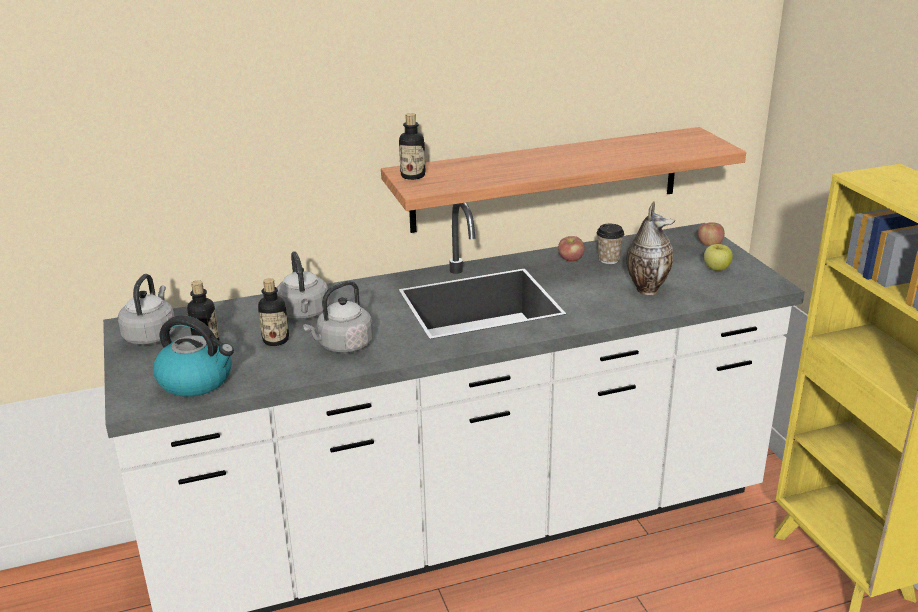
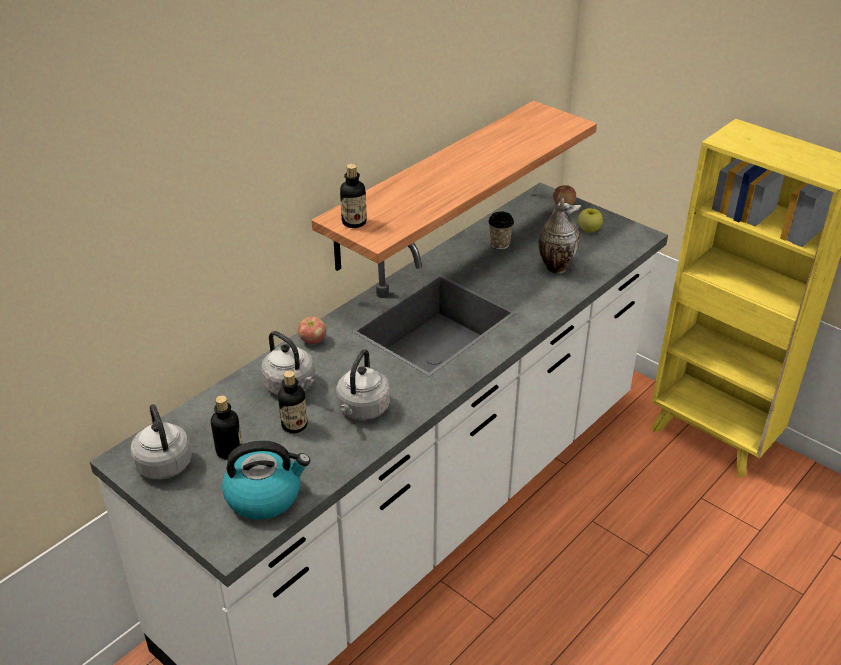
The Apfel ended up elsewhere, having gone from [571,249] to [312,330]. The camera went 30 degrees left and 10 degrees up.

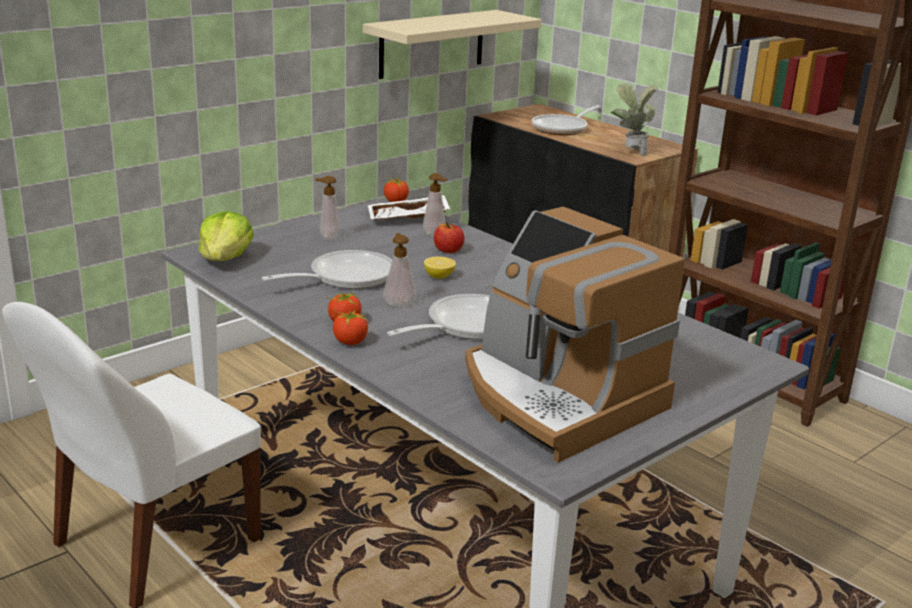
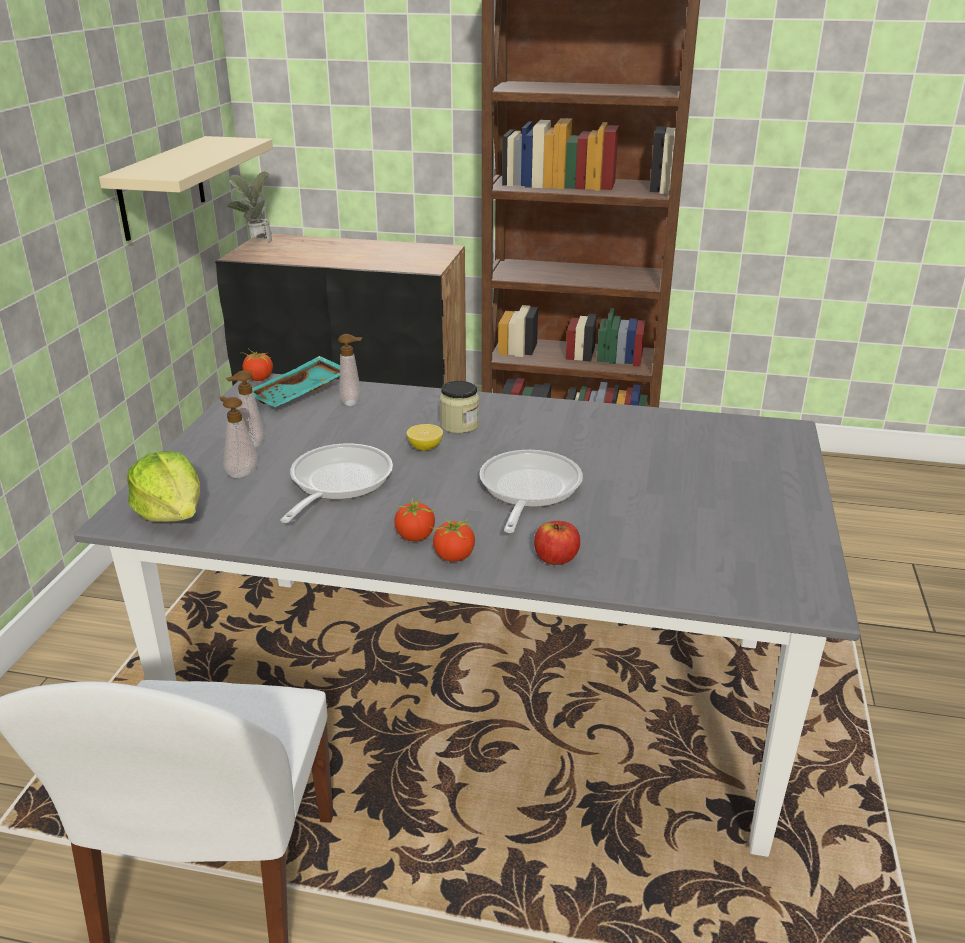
The Seifenspender ended up elsewhere, having gone from [399,270] to [239,437]. The Topfpflanze ended up elsewhere, having gone from [634,119] to [249,206]. What was the Tablett (weiß) at [409,207] turned into the Tablett (türkis) at [296,381]. The second view gained the Vorratsglas at [459,407]. The Apfel ended up elsewhere, having gone from [449,238] to [557,543]. The second view lost the Kaffeemaschine at [575,334]. The second view lost the Pfanne at [566,120]. The camera went 35 degrees left and 5 degrees up.

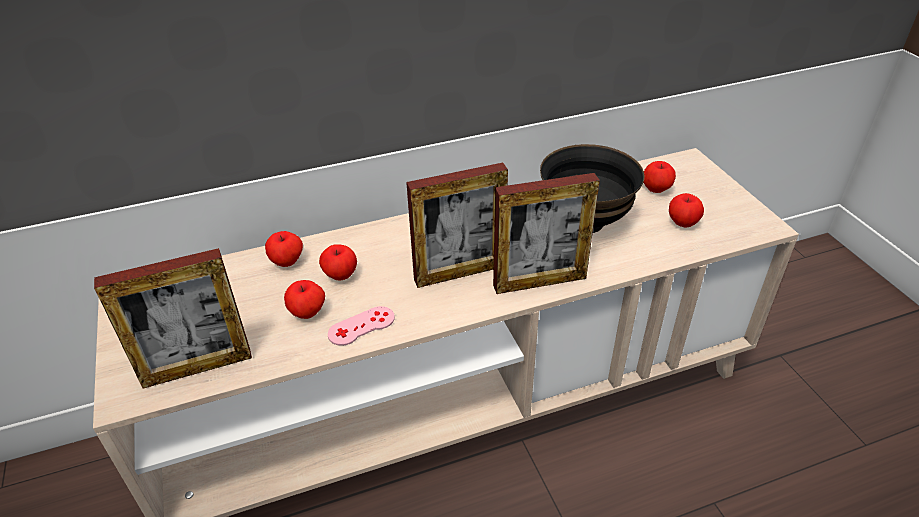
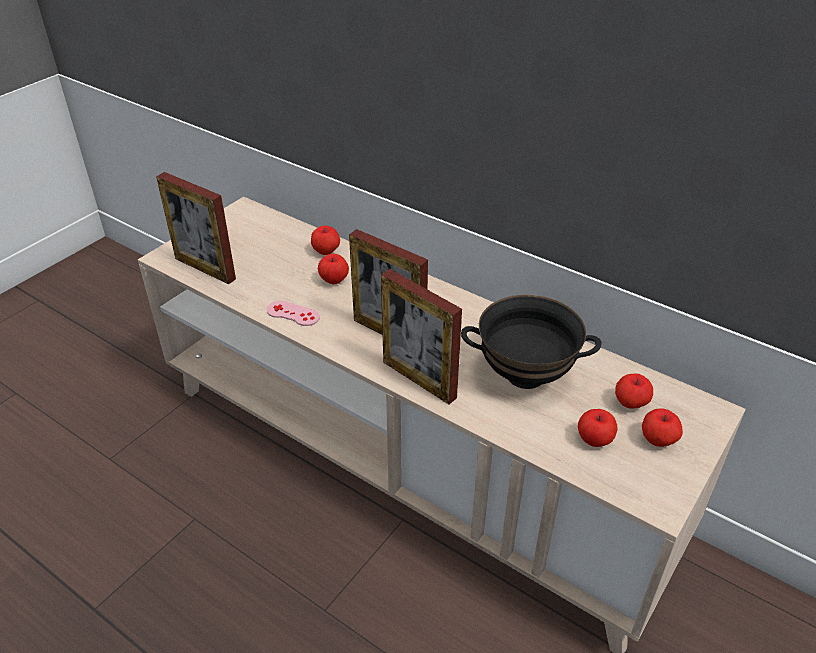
The Apfel ended up elsewhere, having gone from [304,299] to [662,427]. The camera went 55 degrees right and 0 degrees up.

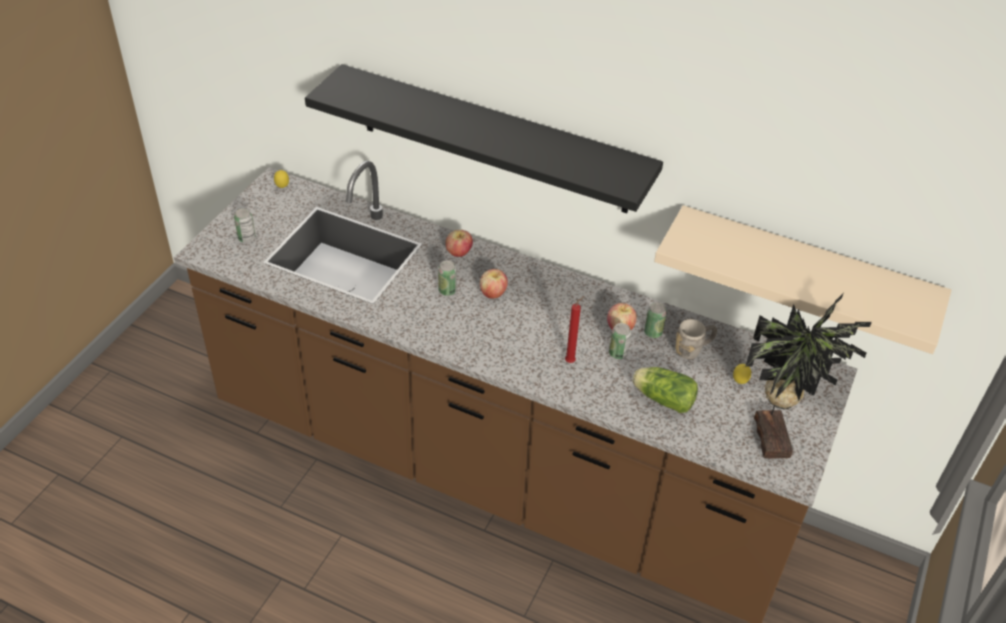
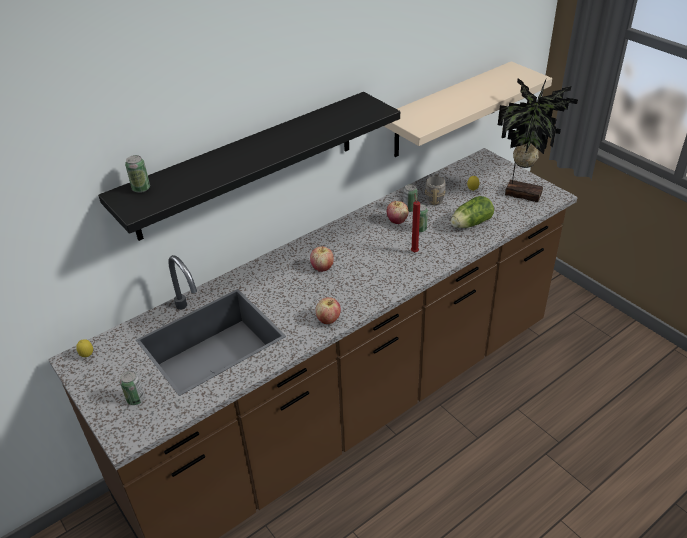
The Dose ended up elsewhere, having gone from [447,278] to [137,174]. The Apfel ended up elsewhere, having gone from [459,243] to [328,310]. The camera went 60 degrees left and 5 degrees down.

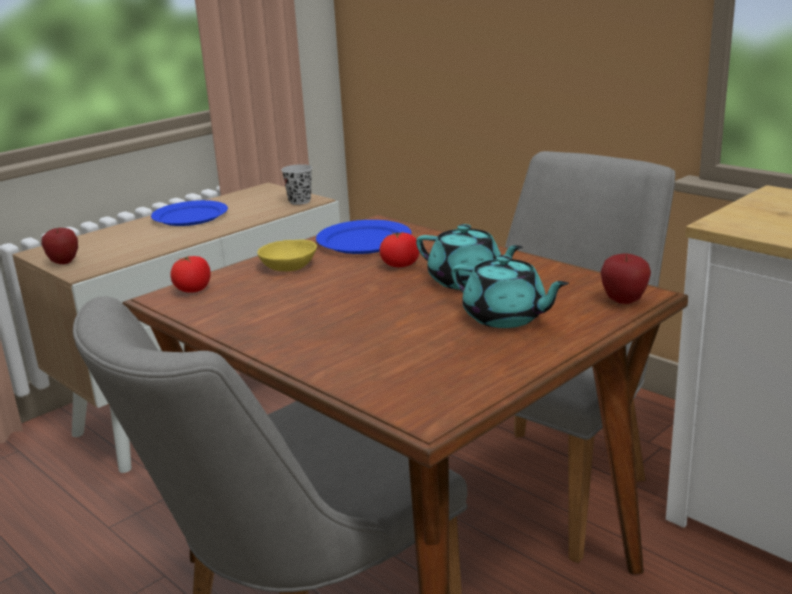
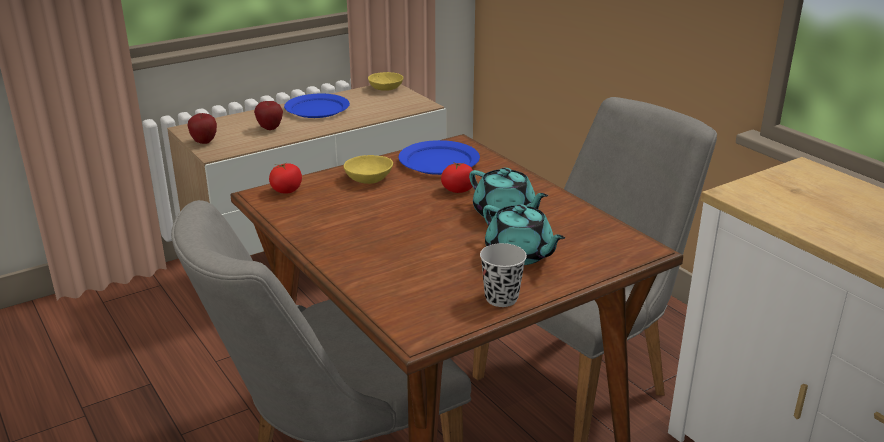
The Apfel ended up elsewhere, having gone from [625,278] to [268,115]. The second view gained the Schüssel (gelb) at [385,81]. The Tasse (schwarz) ended up elsewhere, having gone from [296,184] to [503,275]. The camera went 10 degrees right and 5 degrees up.

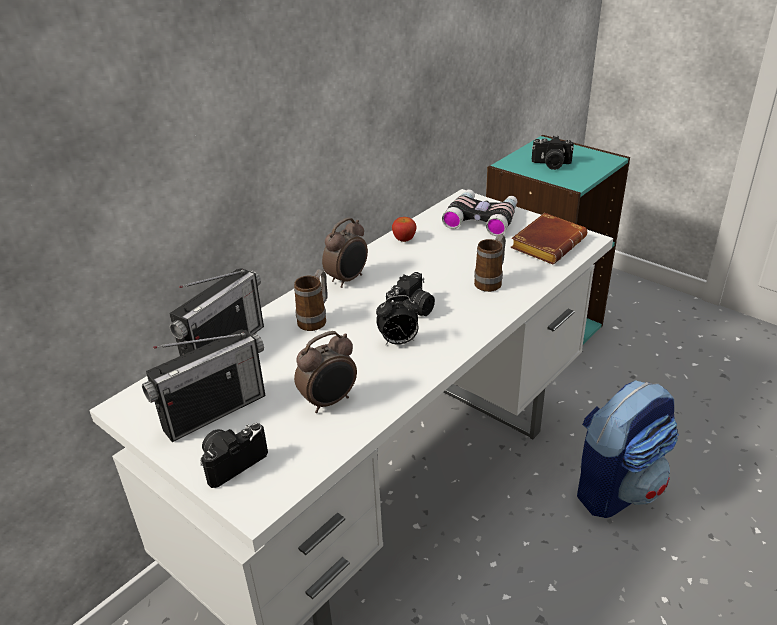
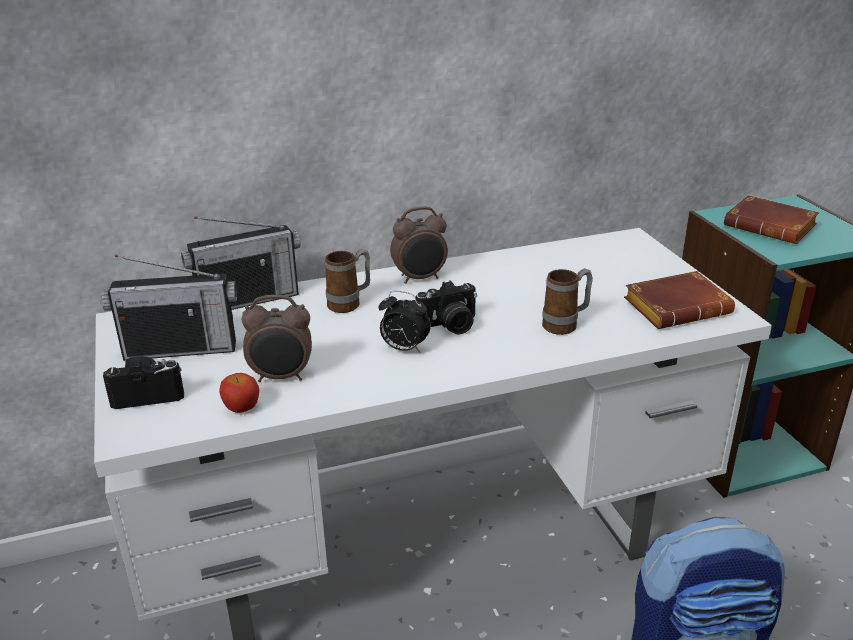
The Apfel ended up elsewhere, having gone from [404,229] to [239,393]. Where the Kamera stood at [553,153], the Buch (braun) came to stand at [771,219]. The second view lost the Fernglas at [479,212]. The camera went 30 degrees right and 5 degrees down.

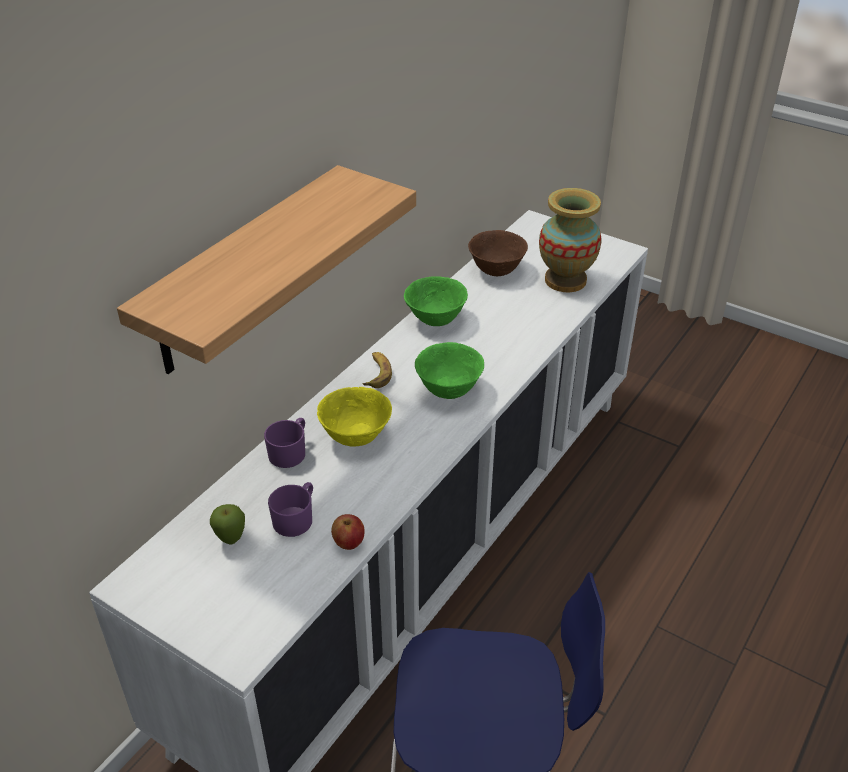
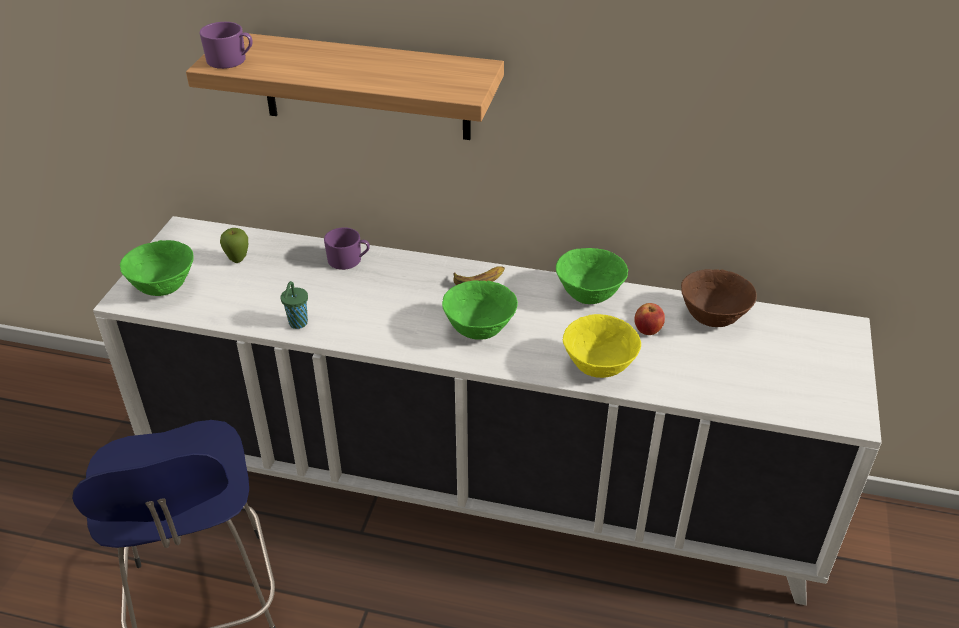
The second view gained the Schüssel (grün) at [157,268]. The Henkelbecher (lila) ended up elsewhere, having gone from [290,509] to [226,45]. The second view gained the Tasse (grün) at [294,305]. The Schüssel (gelb) ended up elsewhere, having gone from [354,417] to [602,346]. The Apfel ended up elsewhere, having gone from [348,532] to [649,319]. The second view lost the Vase at [570,240]. The camera went 70 degrees right and 0 degrees up.

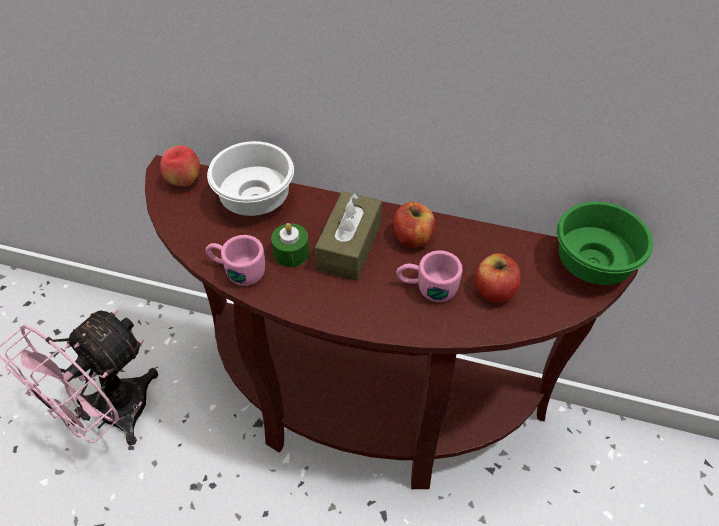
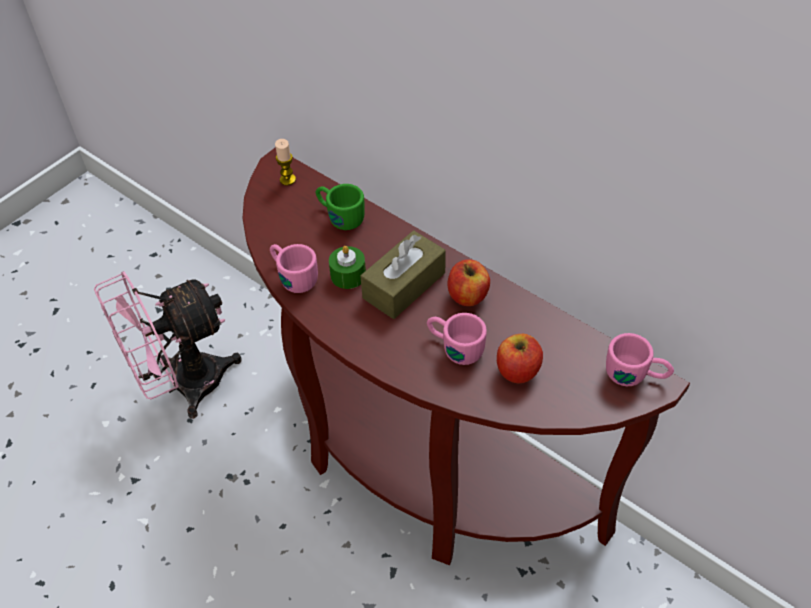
Where the Apfel stood at [180,165], the Kerze came to stand at [285,162]. Where the Schüssel (weiß) stood at [250,178], the Henkelbecher (grün) came to stand at [340,207]. Where the Schüssel (grün) stood at [605,243], the Henkelbecher (rosa) came to stand at [640,359]. The camera went 25 degrees right and 0 degrees up.

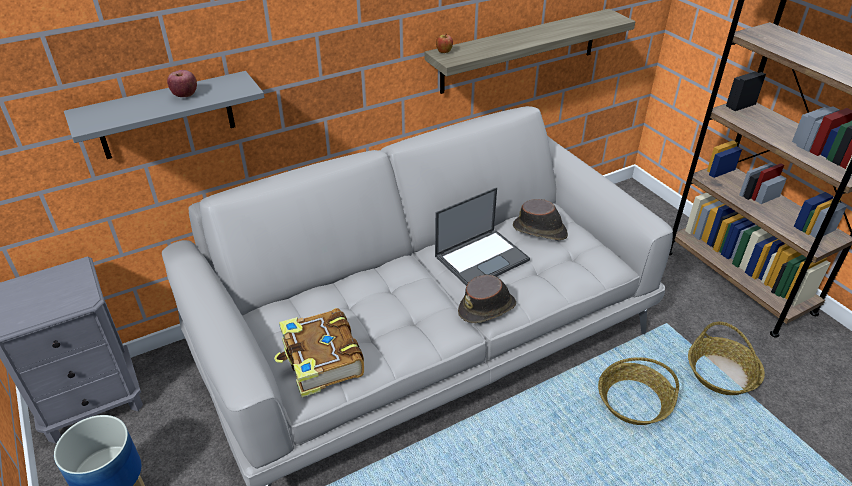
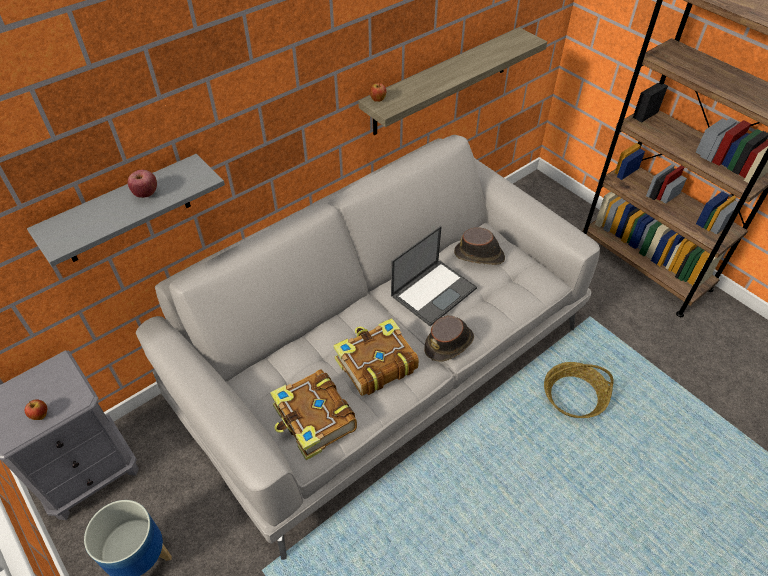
The second view gained the Apfel at [36,409]. The second view gained the Buch at [376,357]. The second view lost the Korb at [726,358]. The camera went 10 degrees left and 10 degrees up.

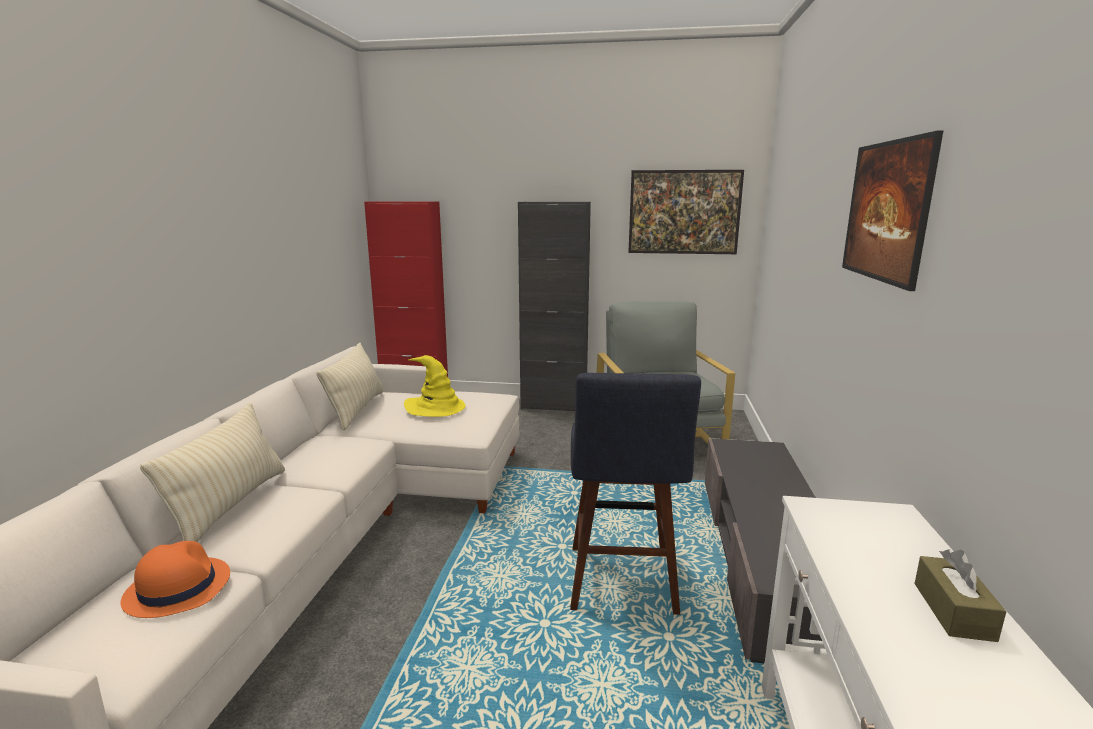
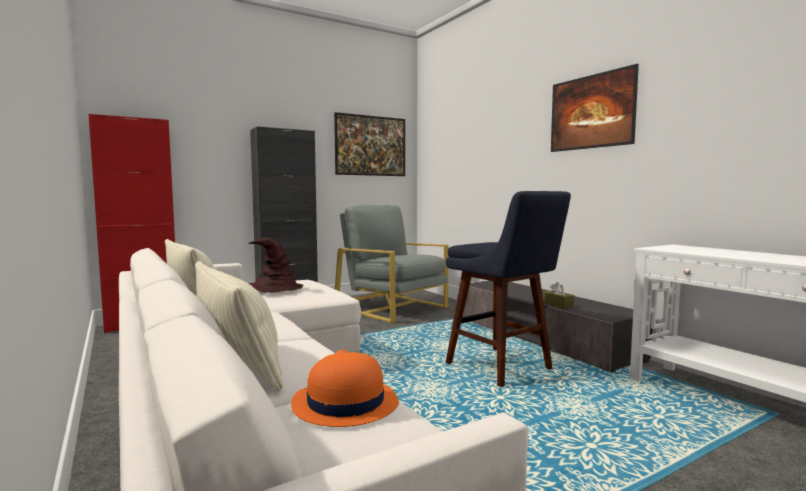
What was the Hut (gelb) at [435,386] turned into the Hut (braun) at [275,265]. The Taschentuchbox (braun) ended up elsewhere, having gone from [960,595] to [558,295]. The camera went 40 degrees left and 10 degrees down.

